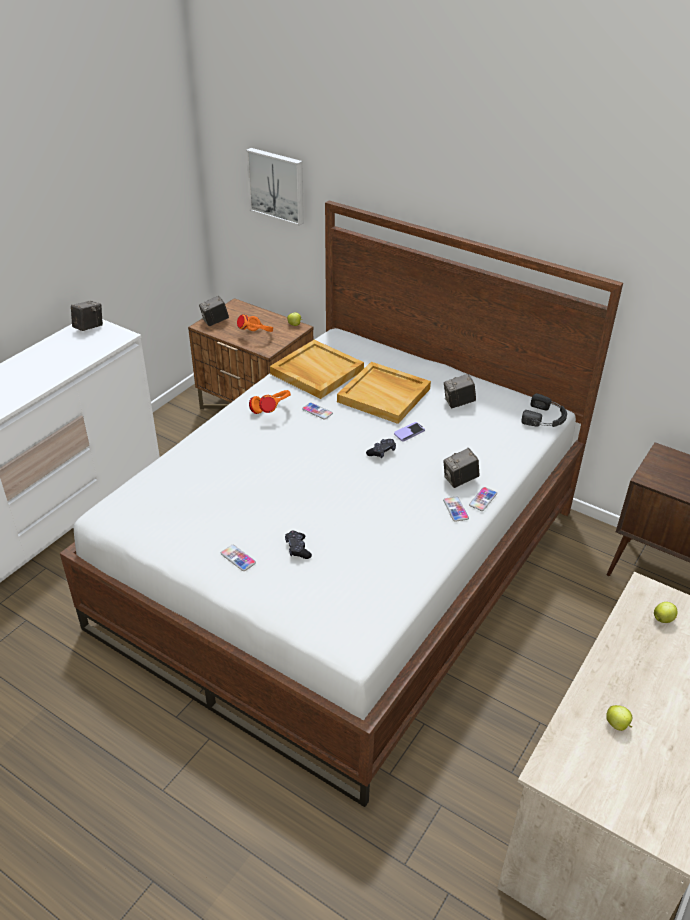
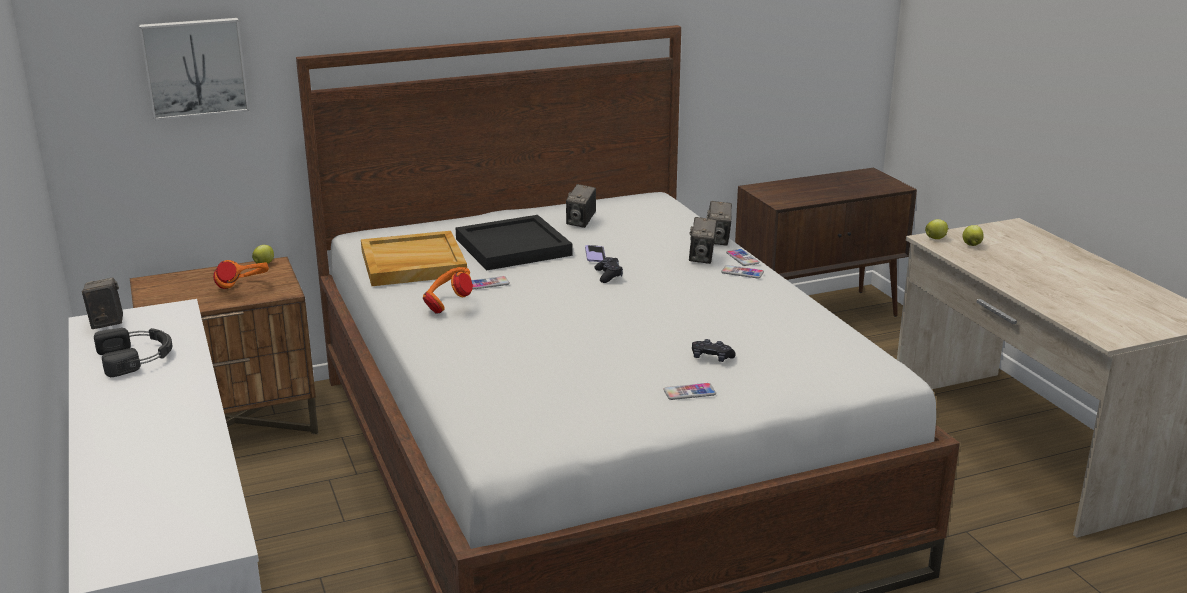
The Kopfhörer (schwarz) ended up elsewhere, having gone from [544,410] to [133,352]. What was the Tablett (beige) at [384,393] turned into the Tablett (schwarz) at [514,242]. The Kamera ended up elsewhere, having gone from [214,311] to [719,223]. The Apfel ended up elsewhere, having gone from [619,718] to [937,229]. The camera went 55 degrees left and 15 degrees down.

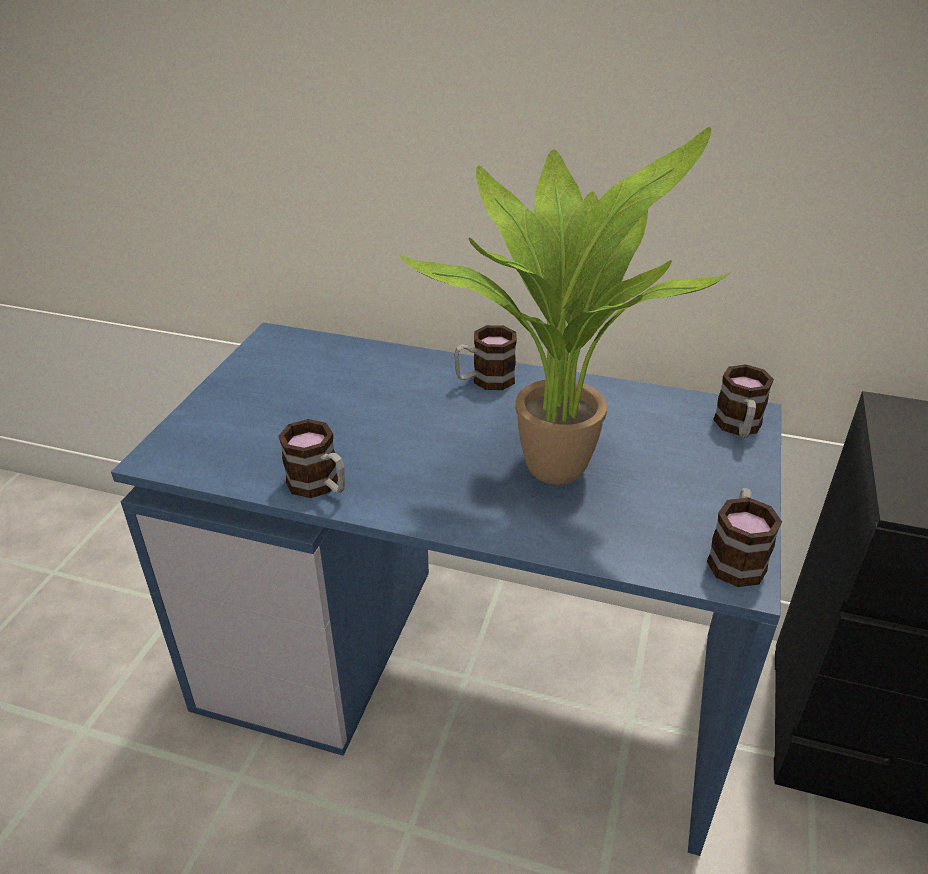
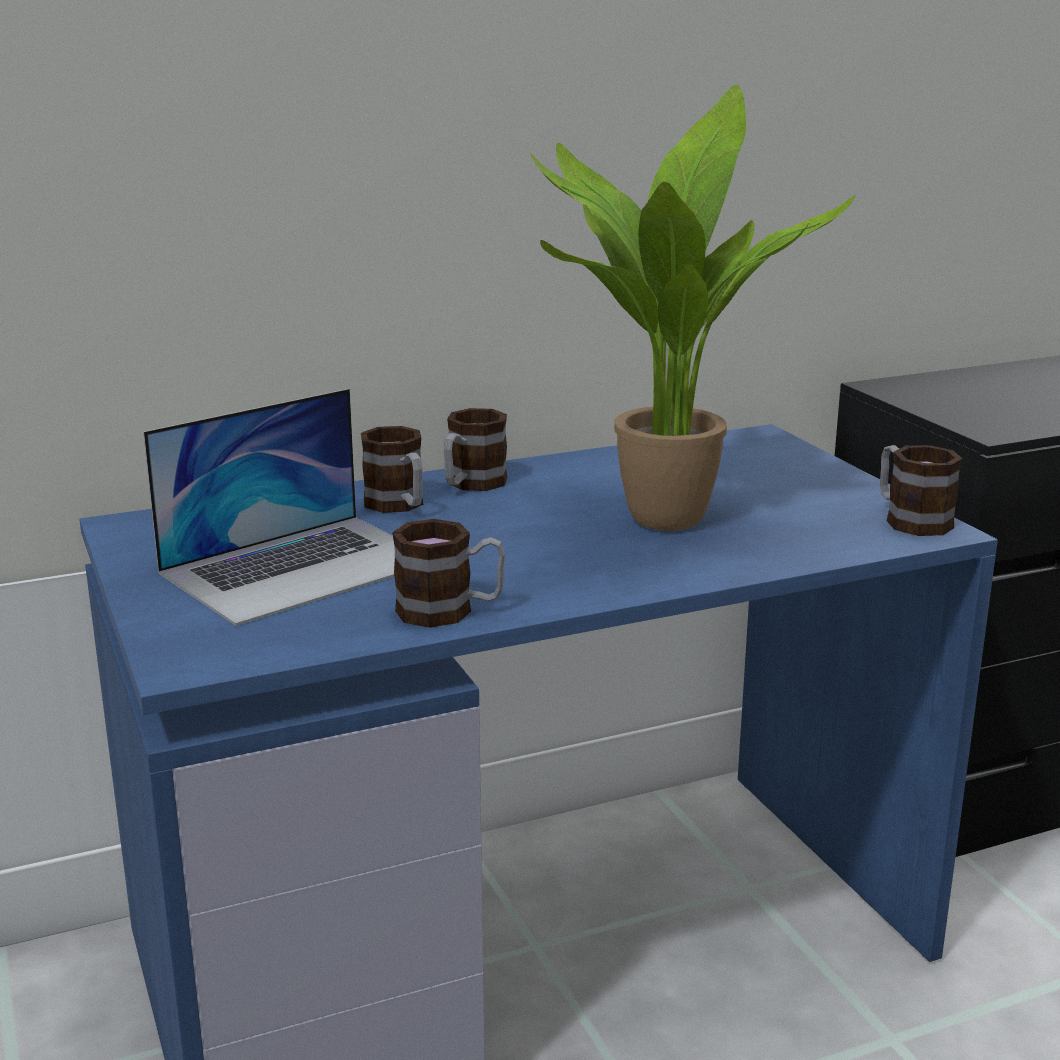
The second view gained the Laptop at [269,507]. The Henkelbecher ended up elsewhere, having gone from [743,401] to [392,469]. The camera went 40 degrees left and 15 degrees down.

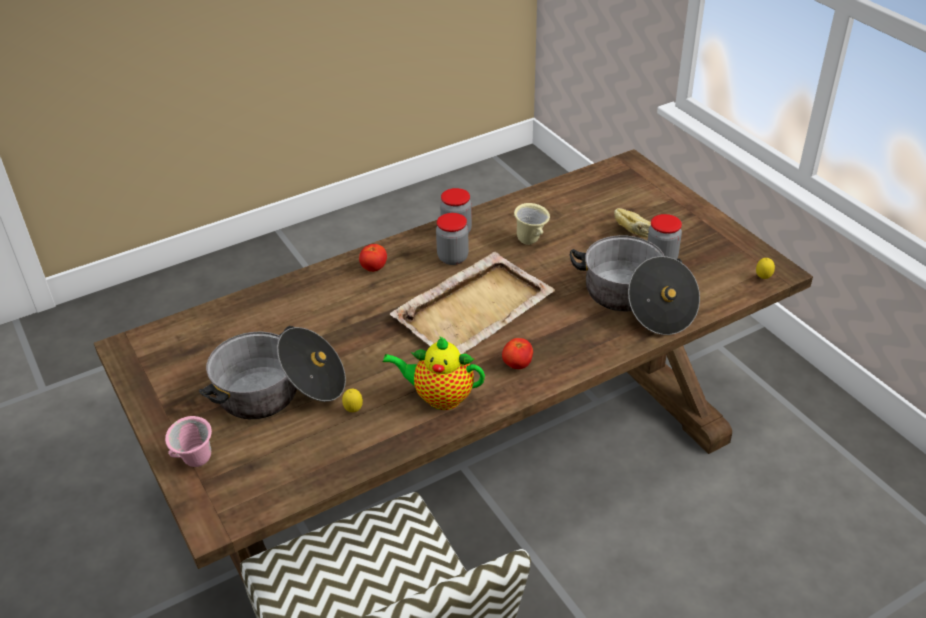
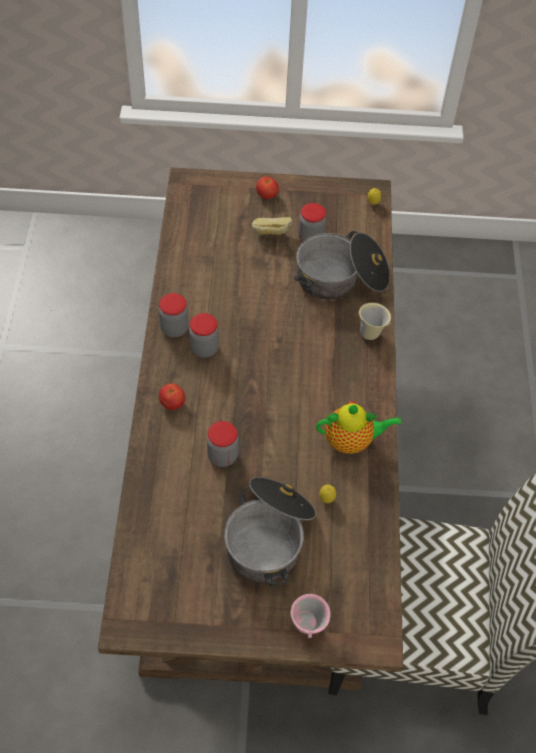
The second view gained the Vorratsglas at [223,444]. The Tomate ended up elsewhere, having gone from [517,353] to [267,187]. The Teekanne at [434,373] ended up facing another way, 135 degrees counterclockwise from before. The Henkelbecher (beige) ended up elsewhere, having gone from [532,224] to [375,321]. The second view lost the Tablett (beige) at [472,303]. The camera went 60 degrees left and 15 degrees up.

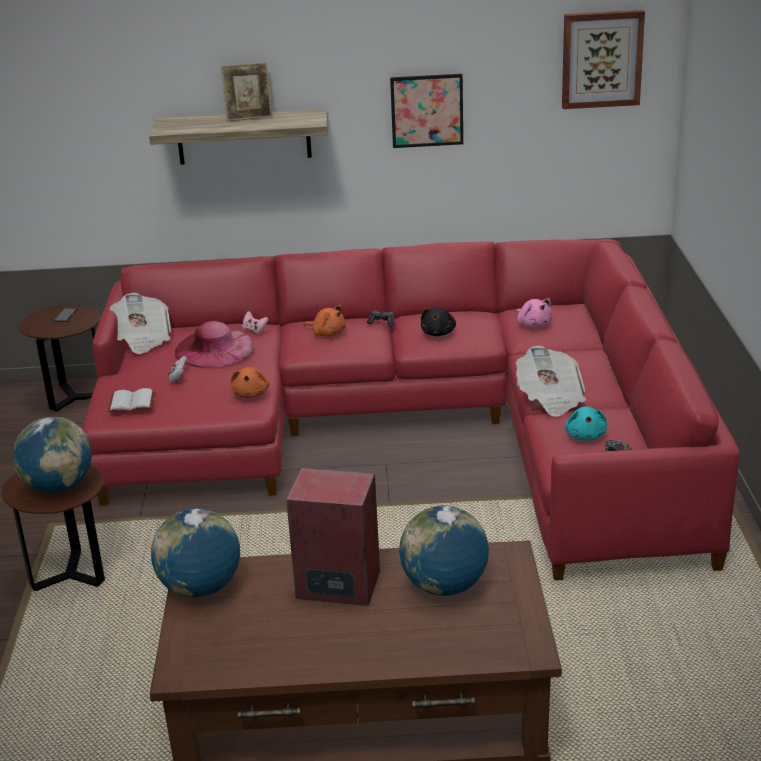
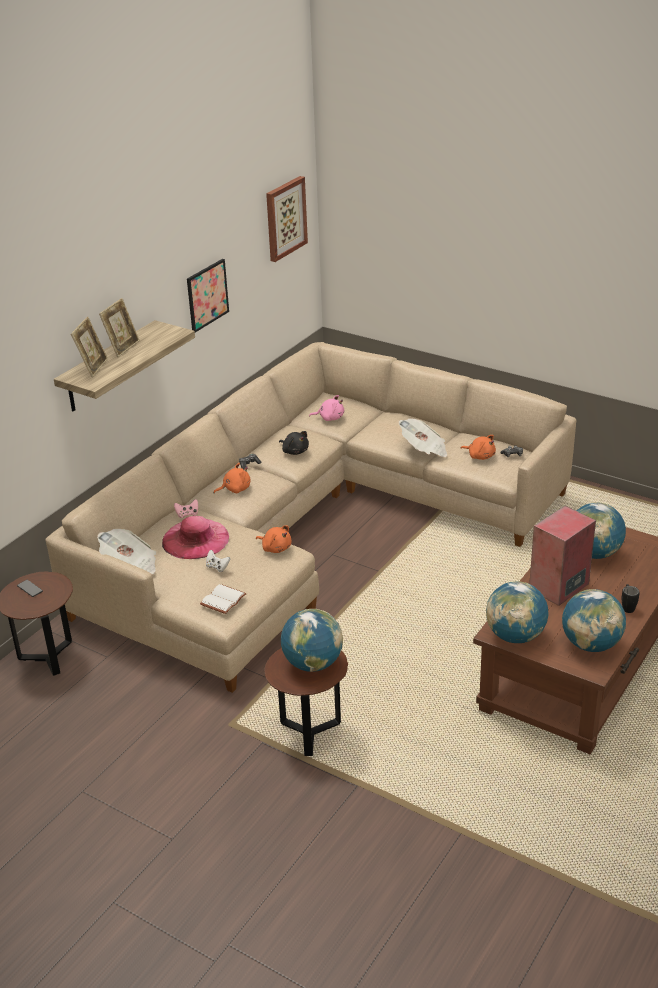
What was the Sofa (rot) at [411,409] turned into the Sofa (beige) at [311,517]. The second view gained the Bilderrahmen at [89,347]. What was the Plüschtier (türkis) at [586,423] turned into the Plüschtier (orange) at [478,447]. The second view gained the Globus at [594,620]. The second view gained the Henkelbecher (schwarz) at [631,598]. The camera went 55 degrees left and 5 degrees up.

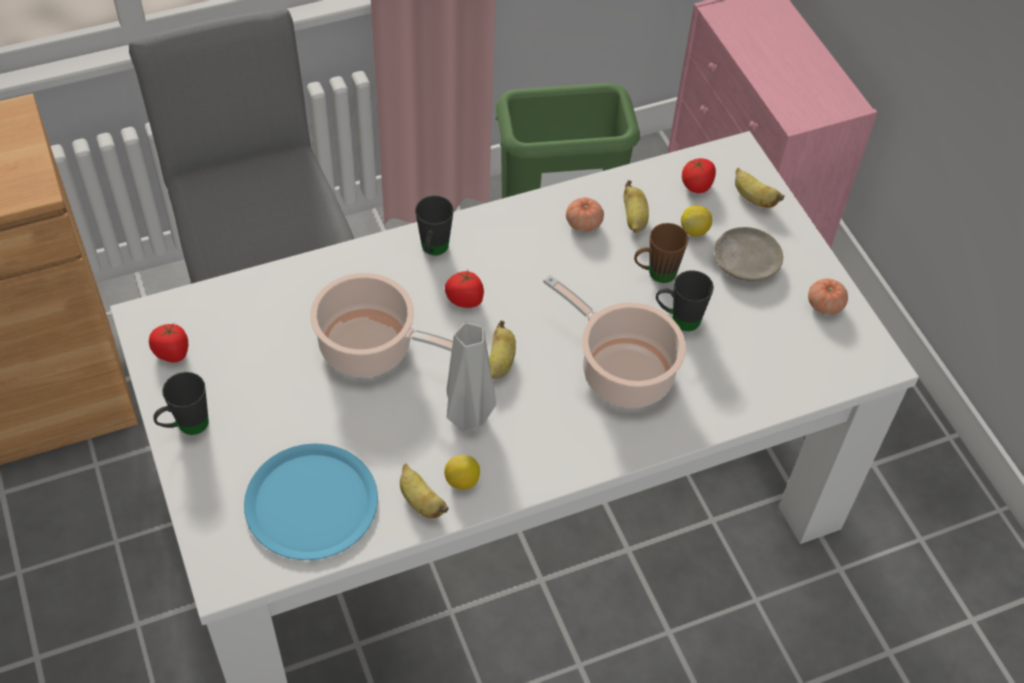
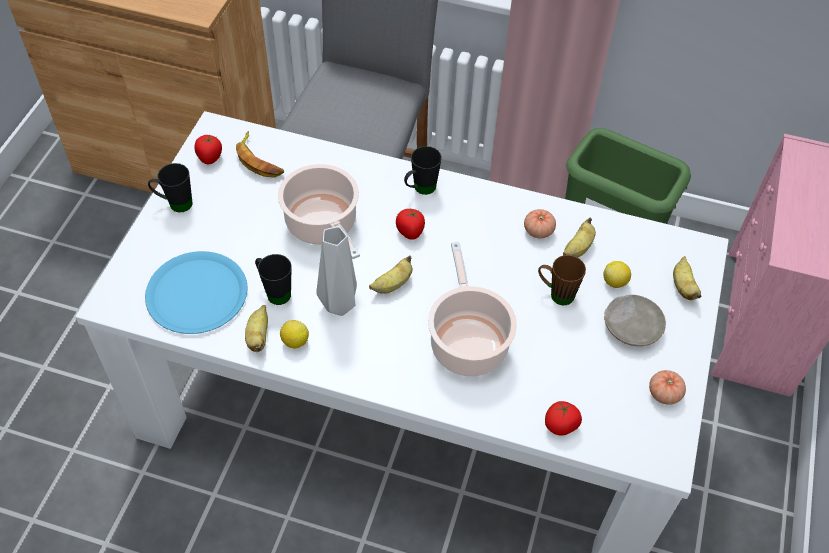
The second view gained the Banane at [260,154]. The Henkelbecher (schwarz) ended up elsewhere, having gone from [685,300] to [273,279]. The Tomate ended up elsewhere, having gone from [699,175] to [563,418]. The camera went 40 degrees right and 0 degrees up.

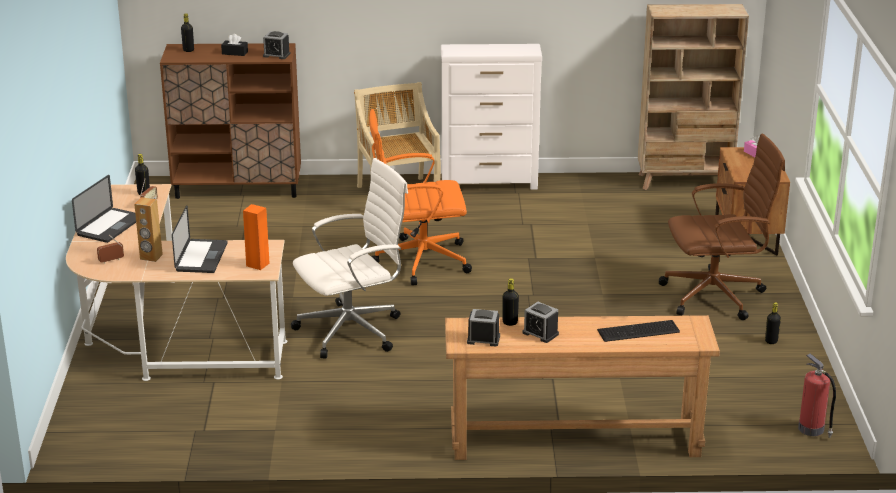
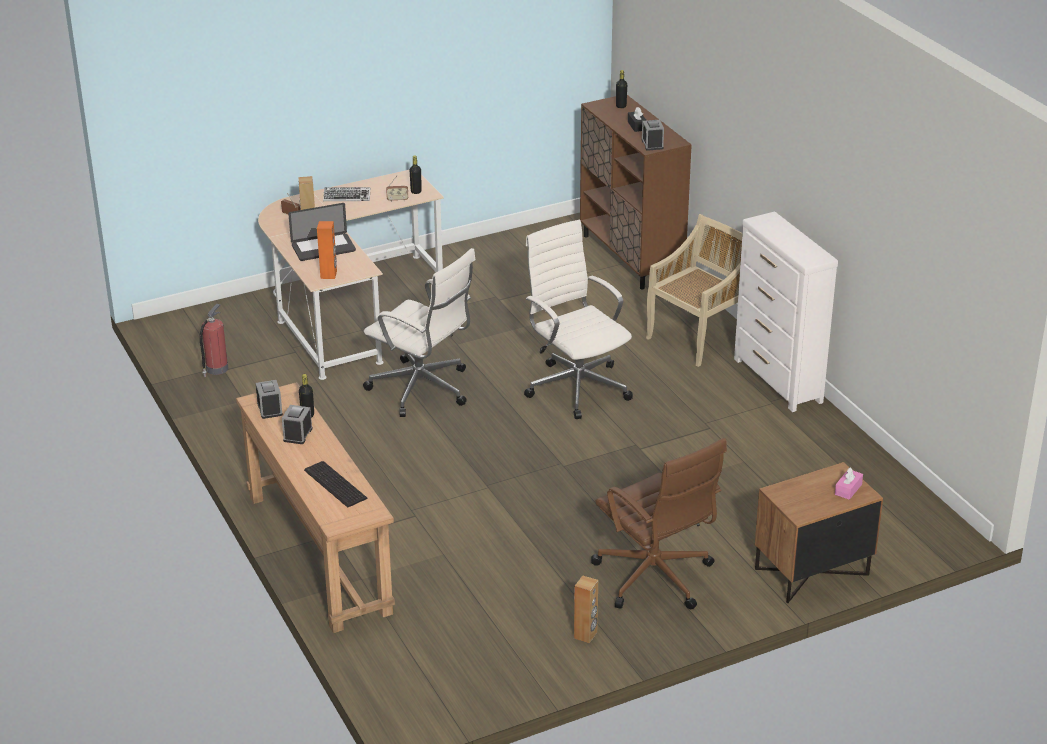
The Feuerlöscher ended up elsewhere, having gone from [817,395] to [214,340]. Where the Laptop stood at [104,209], the Tastatur came to stand at [346,194]. What was the Bürostuhl (orange) at [420,197] turned into the Bürostuhl (weiß) at [578,319]. Where the Flasche (schwarz) stood at [773,323], the Lautsprecher (braun) came to stand at [586,609]. The second view lost the Bücherregal (beige) at [693,97]. The camera went 65 degrees right and 5 degrees up.

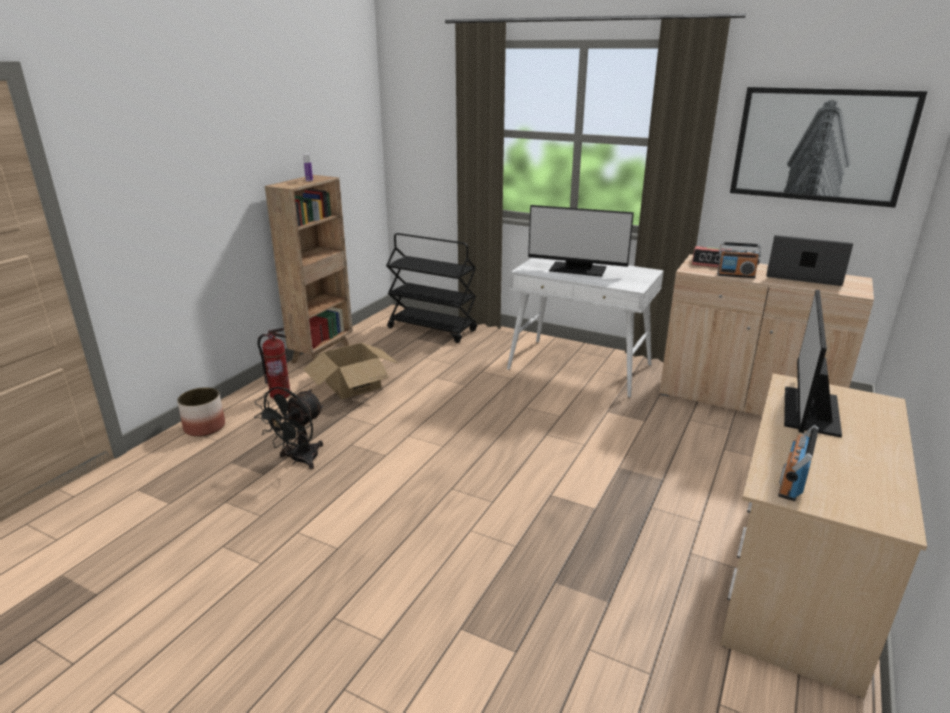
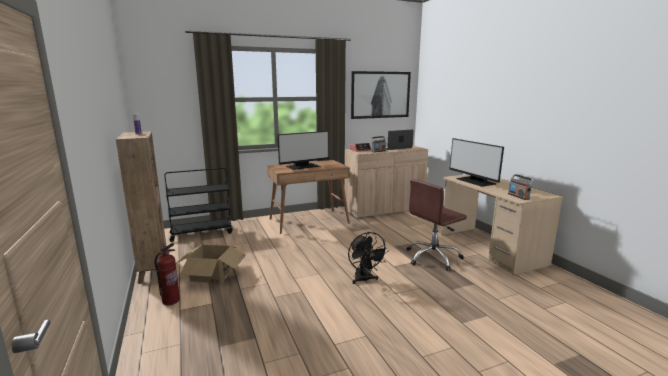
What was the Schreibtisch (weiß) at [585,328] turned into the Schreibtisch (braun) at [308,197]. The Ventilator (schwarz) ended up elsewhere, having gone from [289,428] to [368,258]. The second view gained the Bürostuhl (braun) at [436,225]. The second view lost the Pflanzkübel at [201,412]. The camera went 50 degrees left and 10 degrees down.

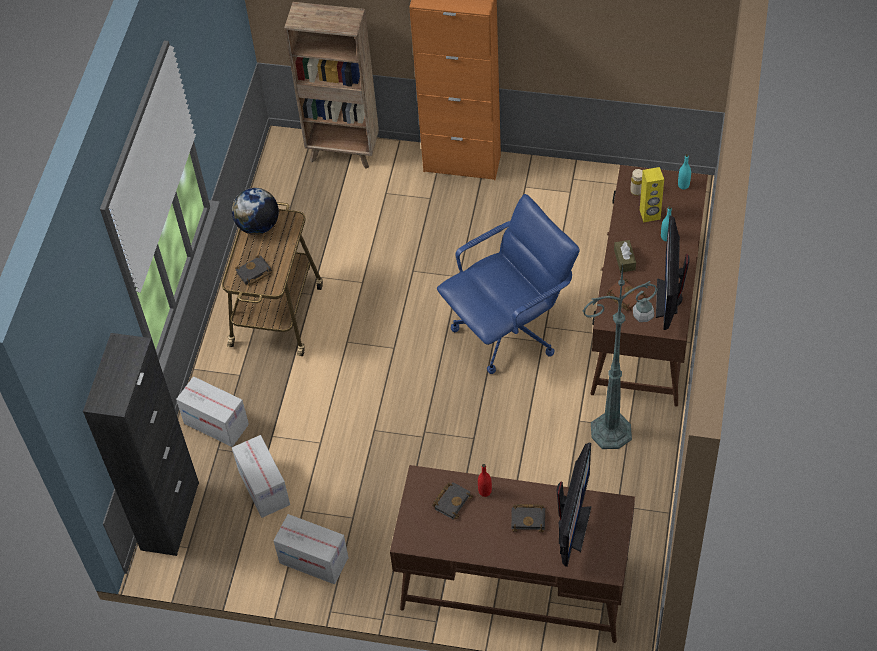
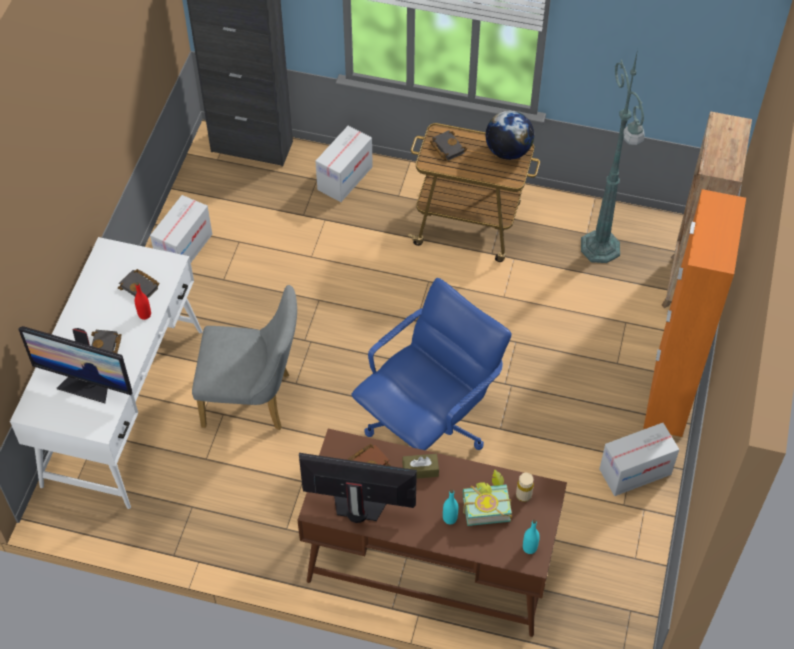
What was the Schreibtisch (braun) at [512,554] turned into the Schreibtisch (weiß) at [106,373]. The second view gained the Stuhl (grau) at [244,357]. The Bürostuhl (blau) at [508,284] ended up facing another way, 105 degrees counterclockwise from before. Where the Lautsprecher (gelb) stood at [652,194], the Buch came to stand at [487,497]. The Stehlampe (grün) ended up elsewhere, having gone from [620,357] to [613,156]. The Karton ended up elsewhere, having gone from [261,476] to [639,459]. The camera went 90 degrees right and 0 degrees up.

